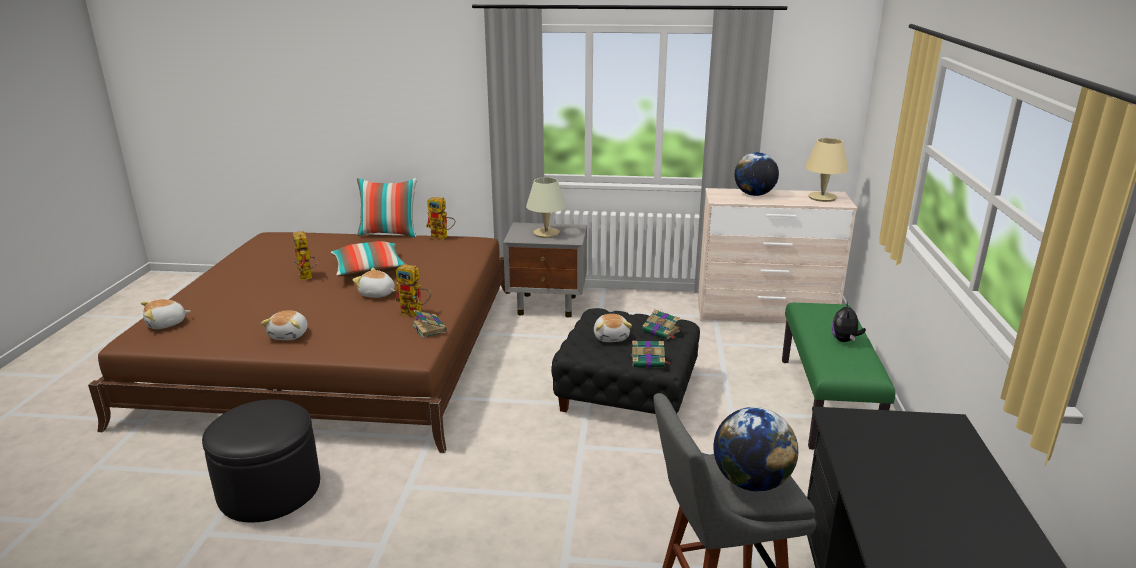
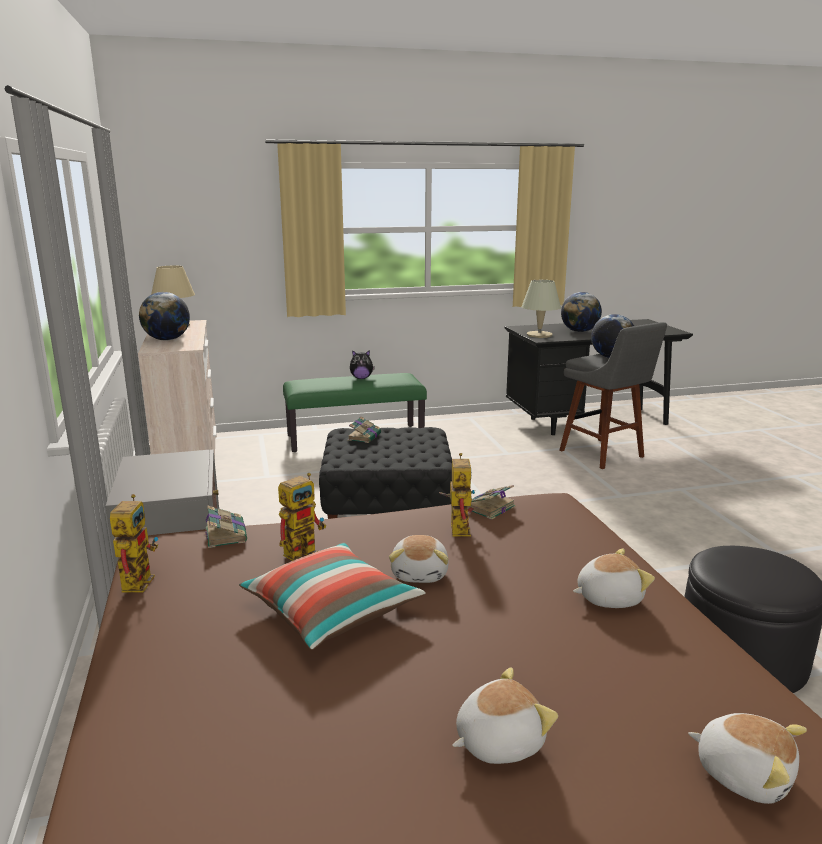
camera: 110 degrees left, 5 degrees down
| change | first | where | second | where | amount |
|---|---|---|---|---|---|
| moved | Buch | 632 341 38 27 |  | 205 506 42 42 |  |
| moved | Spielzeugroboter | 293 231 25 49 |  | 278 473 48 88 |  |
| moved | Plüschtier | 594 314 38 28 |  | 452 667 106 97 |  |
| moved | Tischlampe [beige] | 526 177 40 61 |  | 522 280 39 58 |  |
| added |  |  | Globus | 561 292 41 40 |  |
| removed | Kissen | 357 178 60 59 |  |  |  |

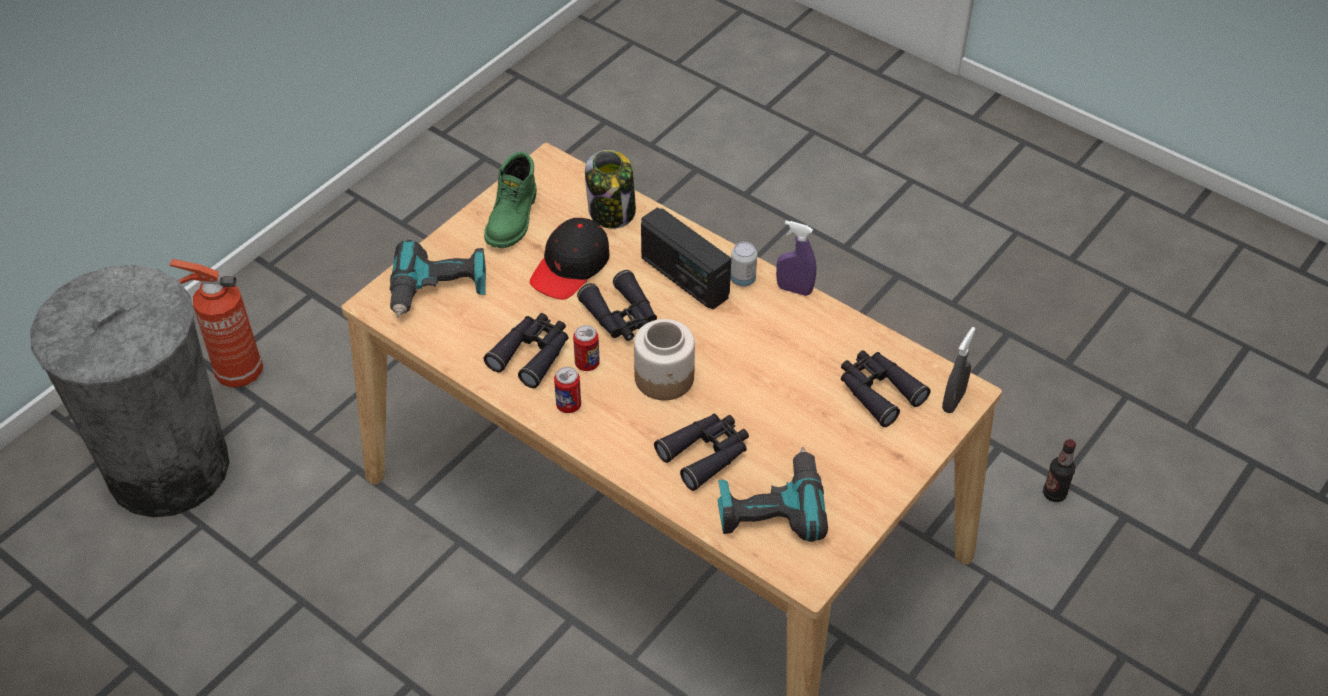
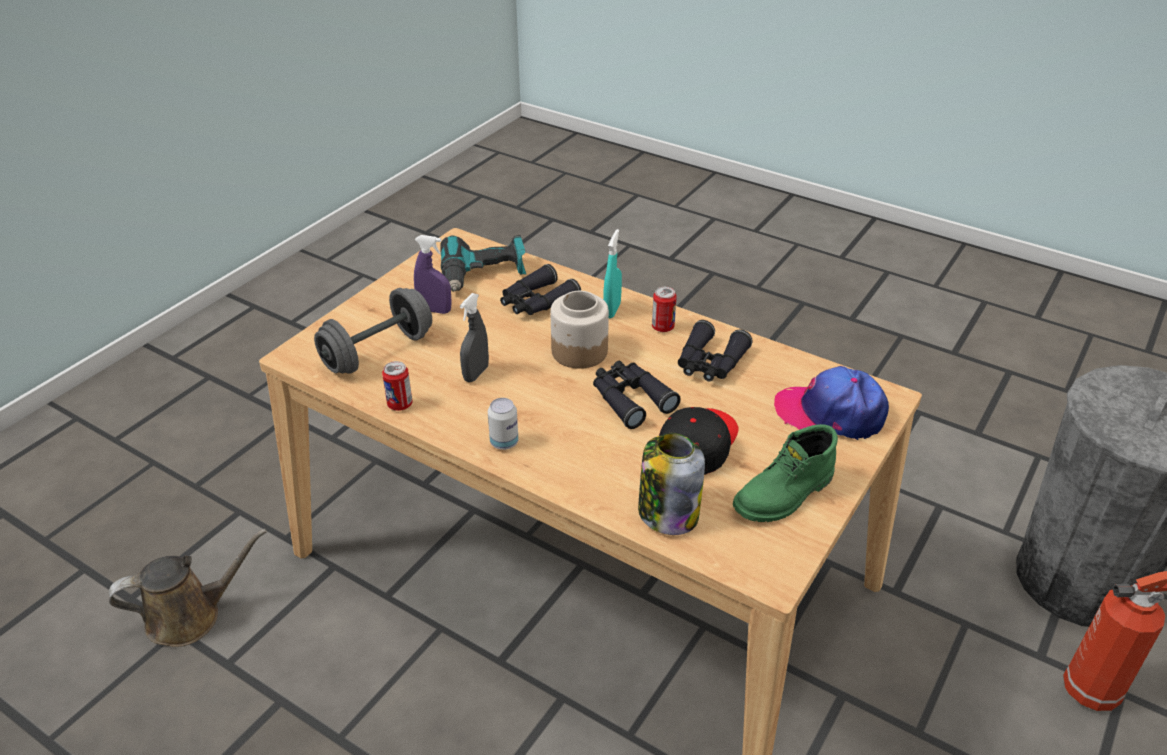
camera: 175 degrees right, 10 degrees down
| change | first | where | second | where | amount |
|---|---|---|---|---|---|
| replaced | Flasche | 1043 439 33 63 | Gießkanne [braun] | 109 529 158 118 |  |
| replaced | Fernglas [schwarz] | 841 350 90 77 | Hantel [grau] | 314 288 118 86 |  |
| moved | Dose | 573 325 27 46 |  | 382 361 31 50 |  |
| moved | Sprühflasche [lila] | 776 221 40 75 |  | 414 235 38 79 |  |
| moved | Sprühflasche [grau] | 942 327 34 86 |  | 460 293 29 89 |  |
| added |  |  | Sprühflasche [türkis] | 603 229 19 89 |  |
| turned | Stiefel [grün] | 484 152 52 96 |  | 733 424 105 98 | 135 degrees counterclockwise |
| replaced | Bohrmaschine | 390 240 96 78 | Kappe | 774 366 115 74 |  |
| removed | Radio | 641 207 90 103 |  |  |  |

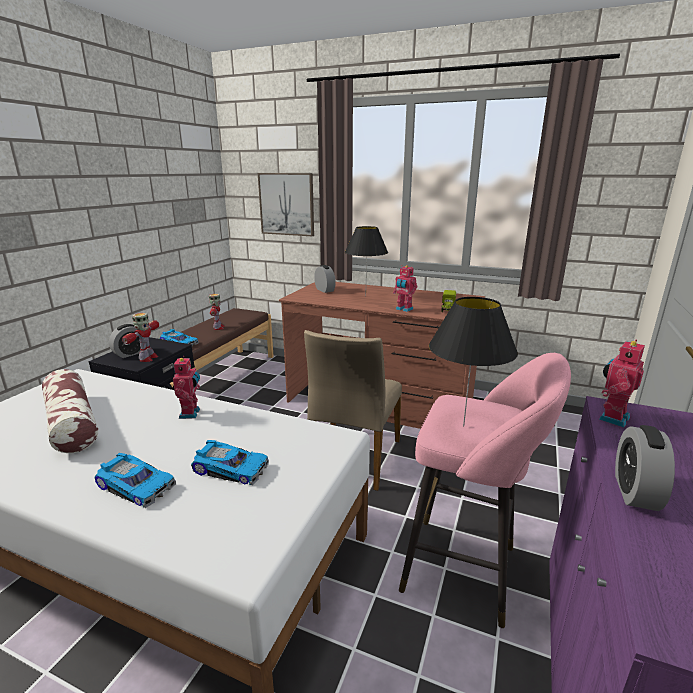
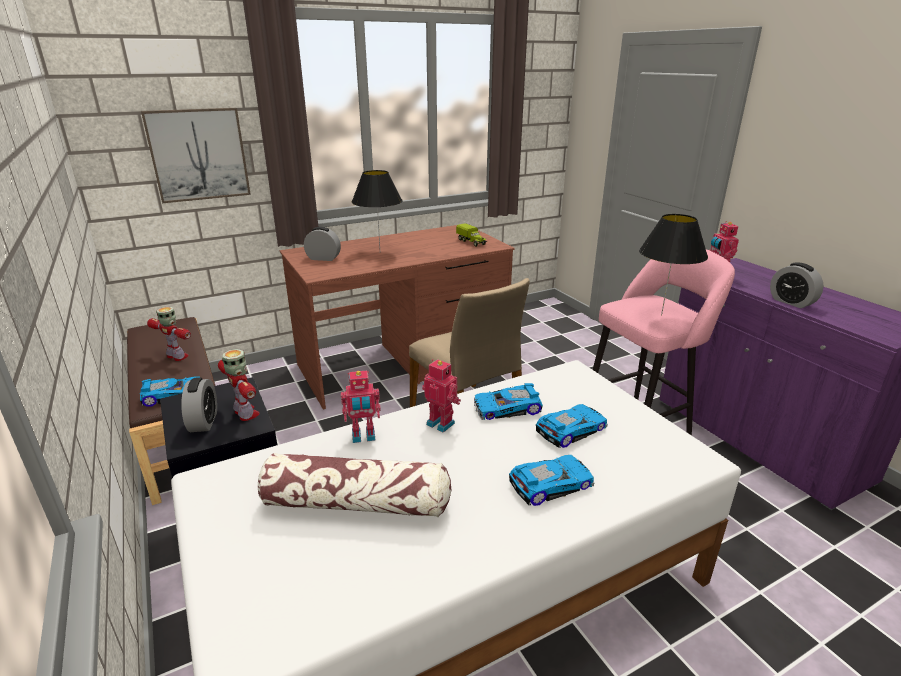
camera: 50 degrees left, 5 degrees up
| change | first | where | second | where | amount |
|---|---|---|---|---|---|
| moved | Spielzeugroboter | 393 265 24 47 |  | 341 371 40 72 |  |
| added |  |  | Spielzeugauto | 474 383 69 37 |  |

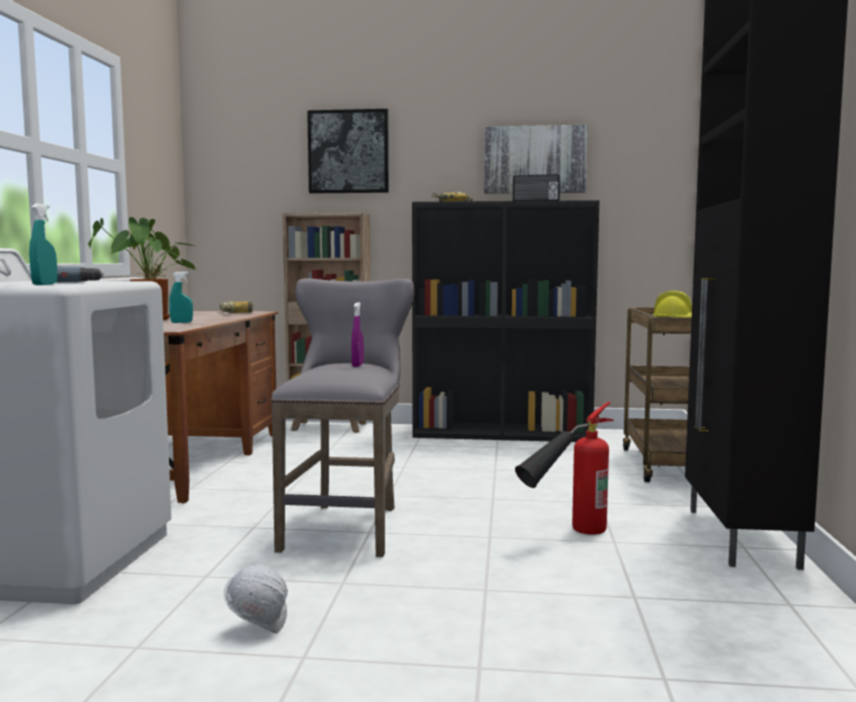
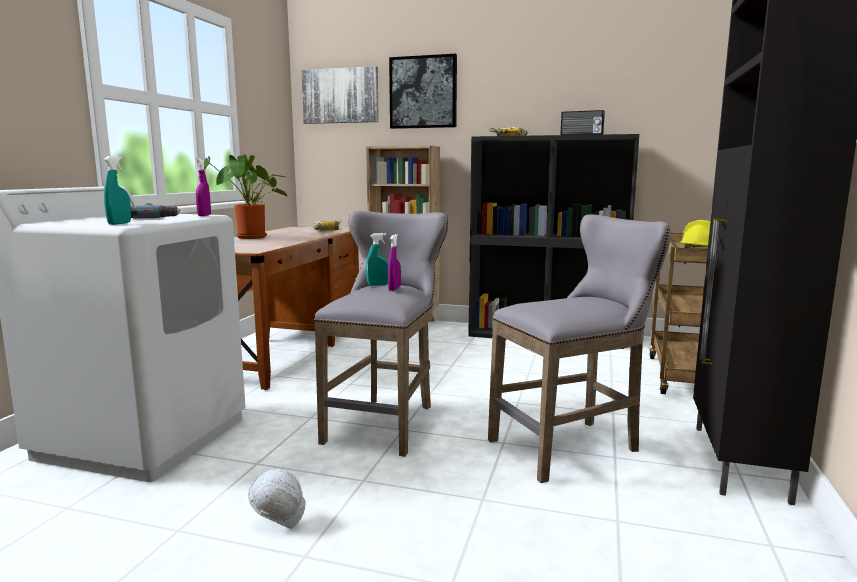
camera: 10 degrees right, 5 degrees up
| change | first | where | second | where | amount |
|---|---|---|---|---|---|
| added |  |  | Sprühflasche [lila] | 195 158 16 58 |  |
| moved | Bild | 484 125 104 69 |  | 301 66 78 58 |  |
| moved | Sprühflasche [türkis] | 169 272 24 51 |  | 366 233 22 53 |  |
| replaced | Feuerlöscher | 515 402 99 133 | Hocker [grau] | 488 214 183 269 |  |

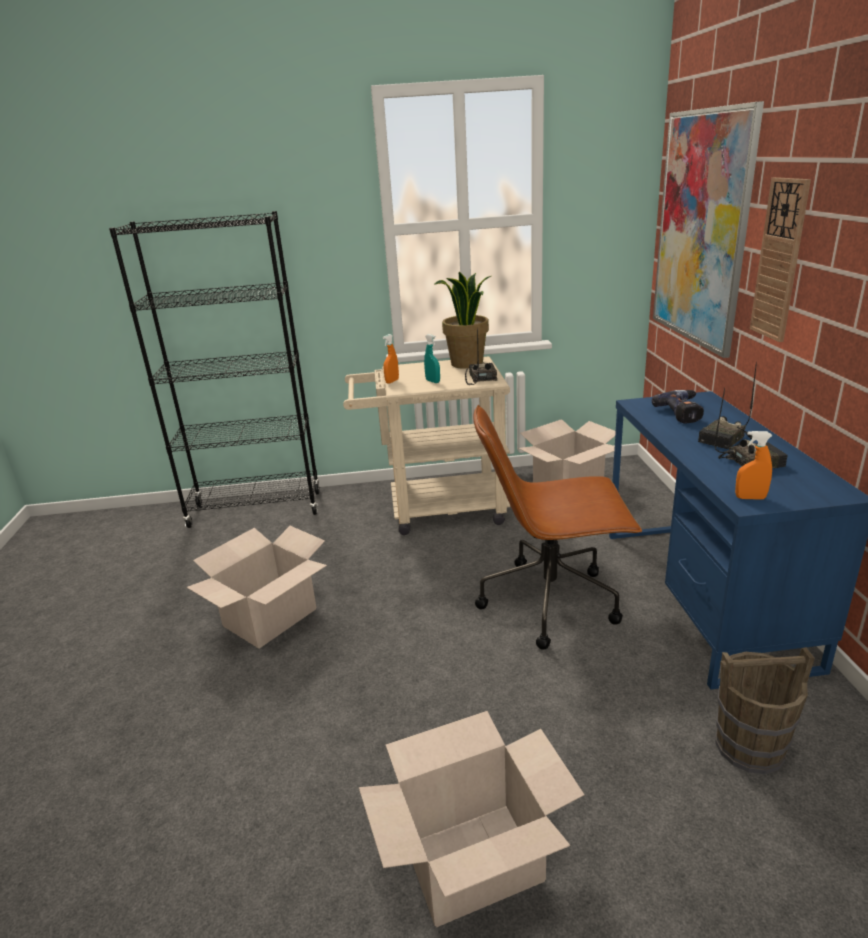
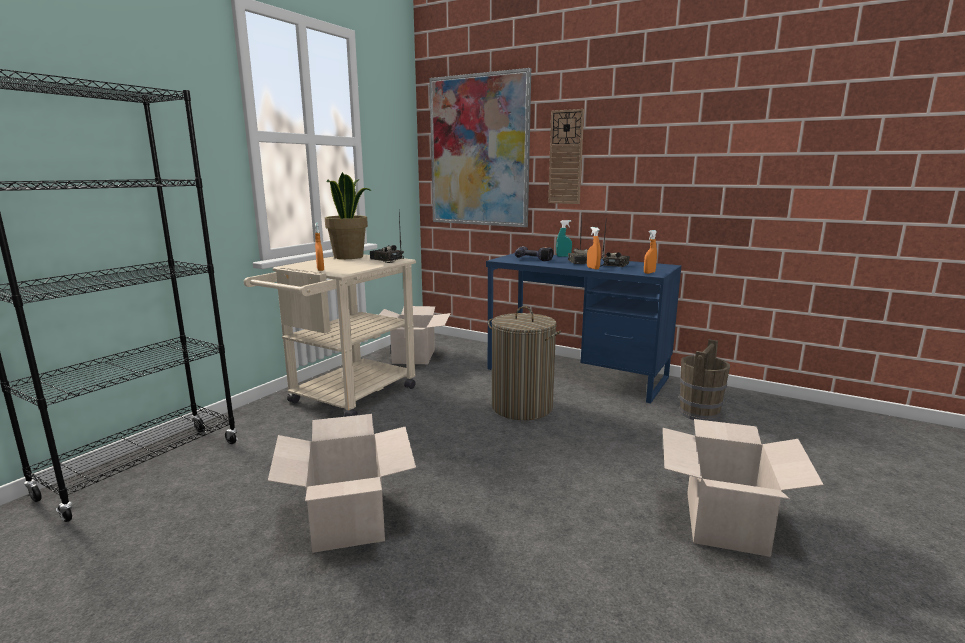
camera: 55 degrees left, 10 degrees down
| change | first | where | second | where | amount |
|---|---|---|---|---|---|
| replaced | Bürostuhl [braun] | 473 405 169 245 | Wäschekorb | 488 306 73 114 |  |
| moved | Sprühflasche [türkis] | 424 334 16 49 |  | 556 220 16 37 |  |
| added |  |  | Sprühflasche [orange] | 587 227 14 43 |  |

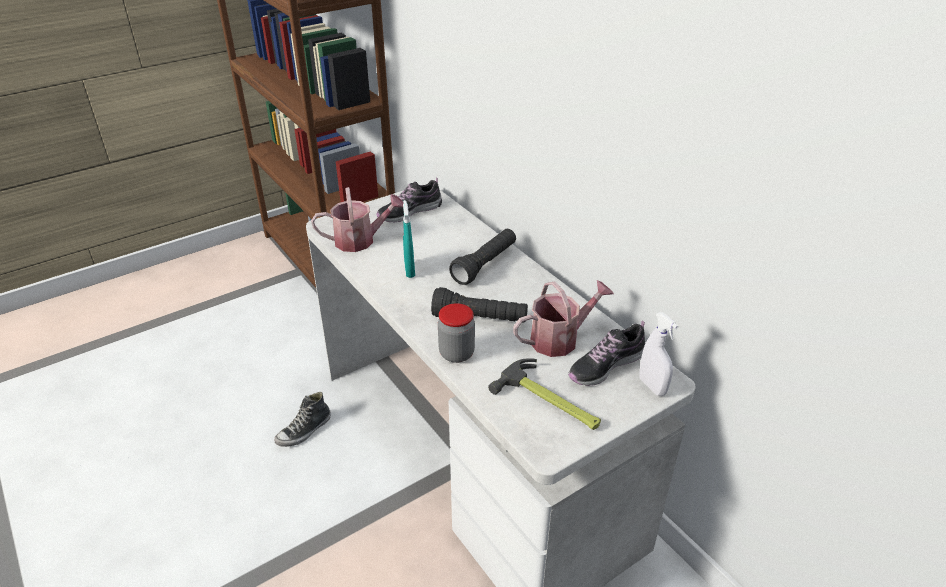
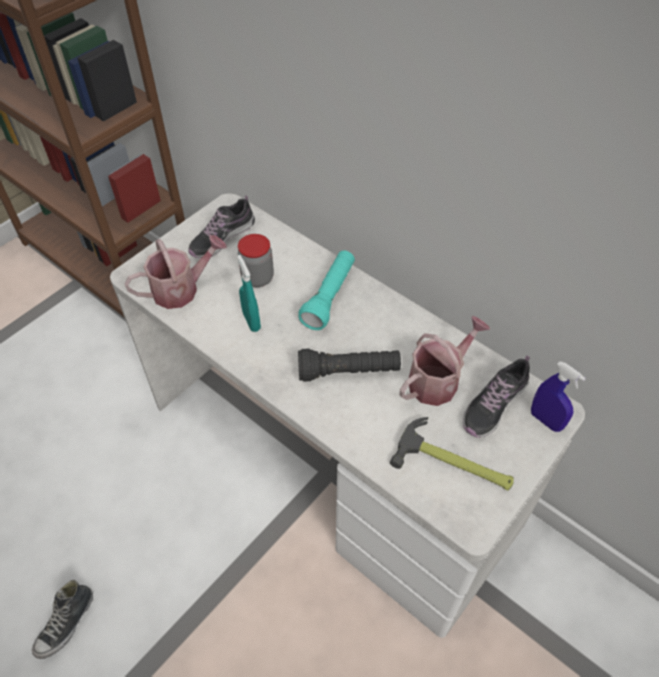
camera: 15 degrees left, 15 degrees up
| change | first | where | second | where | amount |
|---|---|---|---|---|---|
| moved | Schuh | 274 392 57 55 |  | 32 580 61 79 |  |
| moved | Vorratsglas | 438 303 37 60 |  | 238 234 36 53 |  |
| recoloured | Taschenlampe [schwarz] | 449 229 67 56 | Taschenlampe [türkis] | 298 250 57 80 |  |
| recoloured | Sprühflasche [weiß] | 639 312 40 84 | Sprühflasche [blau] | 531 361 55 71 |  |

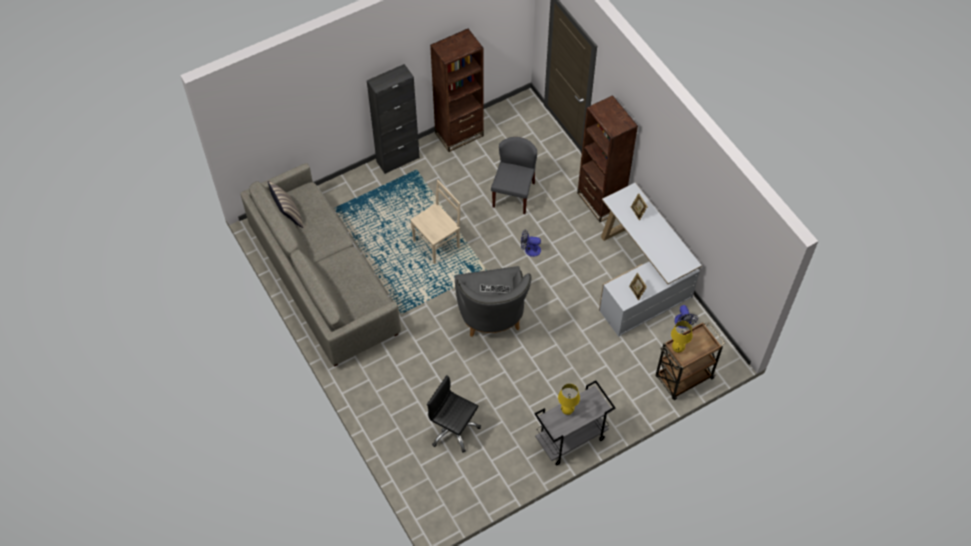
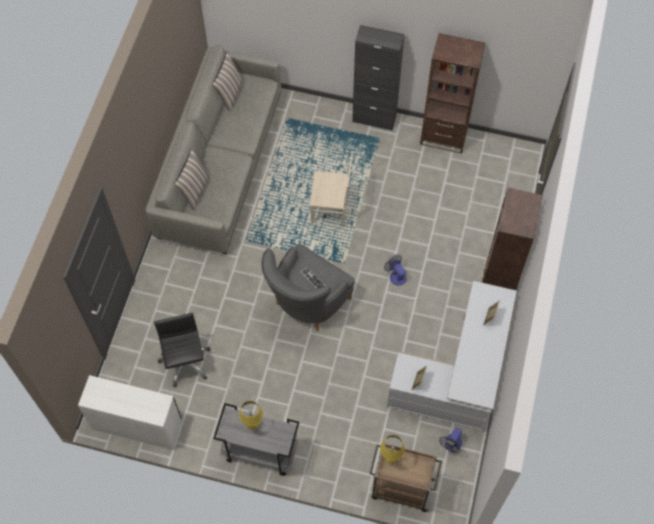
camera: 45 degrees right, 5 degrees up
| change | first | where | second | where | amount |
|---|---|---|---|---|---|
| added |  |  | Schreibtisch [weiß] | 78 375 104 75 |  |
| added |  |  | Kissen | 174 148 36 62 |  |
| removed | Stuhl [grau] | 491 137 46 77 |  |  |  |

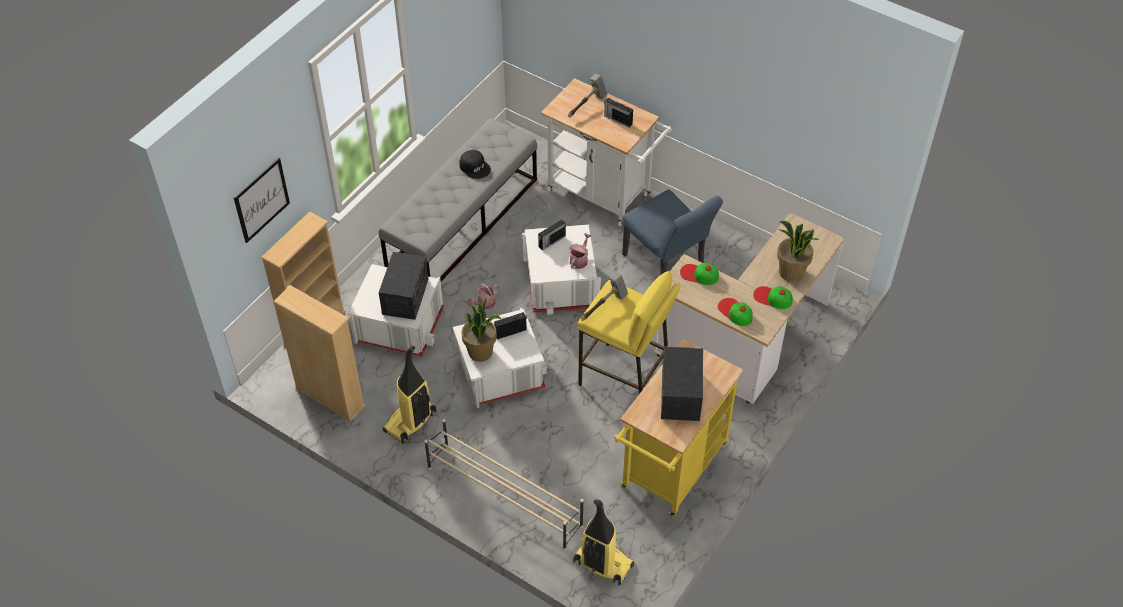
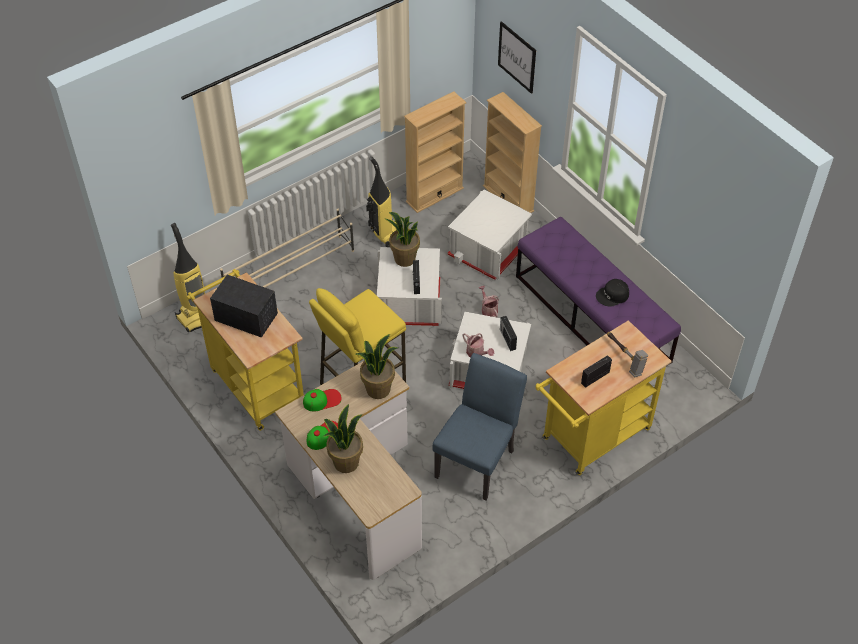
camera: 110 degrees right, 0 degrees up
| change | first | where | second | where | amount |
|---|---|---|---|---|---|
| replaced | Kappe | 680 263 39 22 | Topfpflanze | 355 334 43 65 |  |
| turned | Stuhl [blau] | 622 189 101 86 |  | 433 353 94 148 | 135 degrees clockwise |
| recoloured | Bank [grau] | 379 118 158 163 | Bank [lila] | 516 217 165 149 |  |
| recoloured | Rollwagen [weiß] | 541 78 131 148 | Rollwagen [gelb] | 535 320 137 155 |  |
| removed | Radio | 379 252 50 68 |  |  |  |
| removed | Hammer | 581 272 47 49 |  |  |  |

